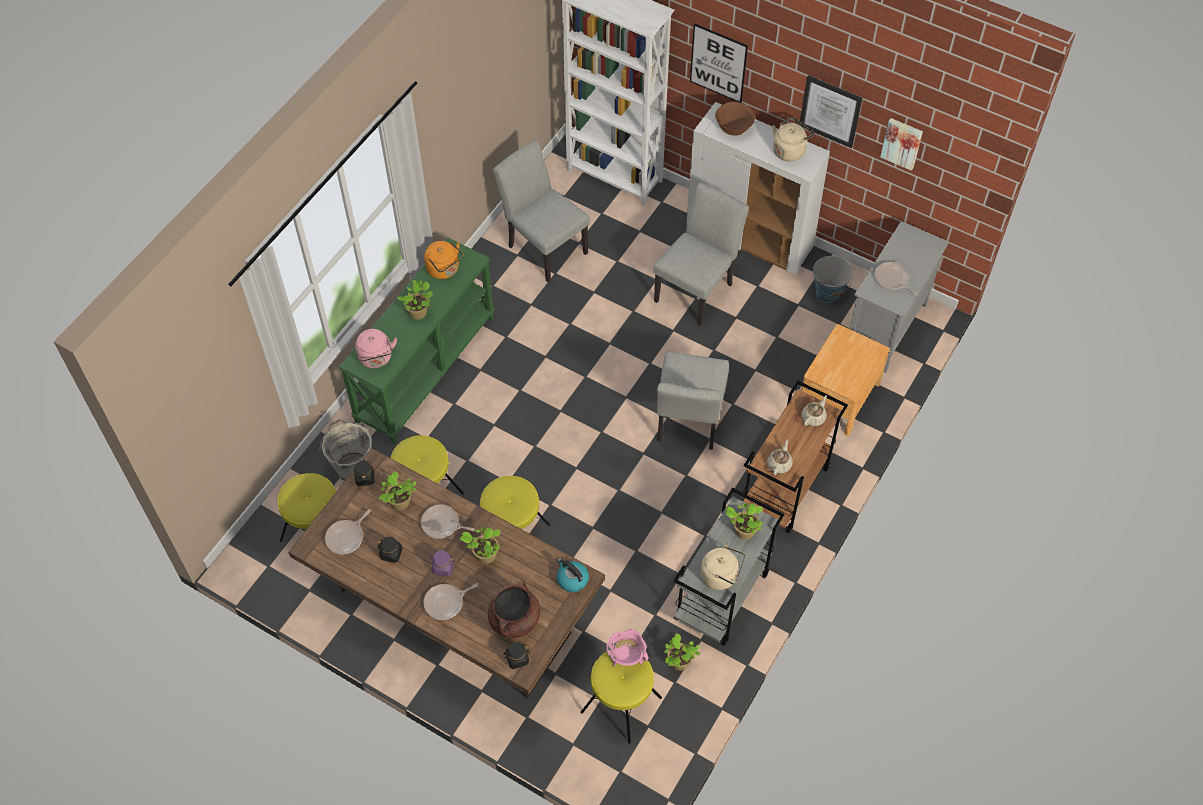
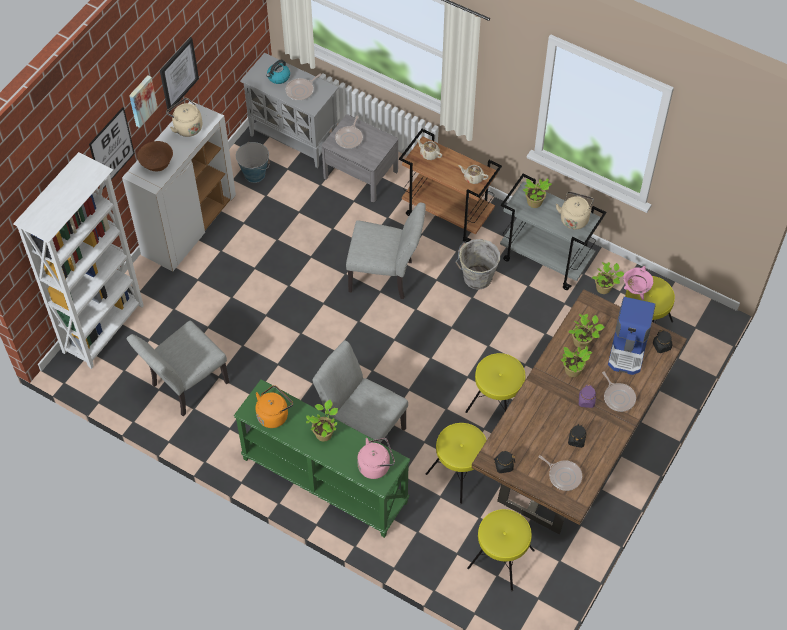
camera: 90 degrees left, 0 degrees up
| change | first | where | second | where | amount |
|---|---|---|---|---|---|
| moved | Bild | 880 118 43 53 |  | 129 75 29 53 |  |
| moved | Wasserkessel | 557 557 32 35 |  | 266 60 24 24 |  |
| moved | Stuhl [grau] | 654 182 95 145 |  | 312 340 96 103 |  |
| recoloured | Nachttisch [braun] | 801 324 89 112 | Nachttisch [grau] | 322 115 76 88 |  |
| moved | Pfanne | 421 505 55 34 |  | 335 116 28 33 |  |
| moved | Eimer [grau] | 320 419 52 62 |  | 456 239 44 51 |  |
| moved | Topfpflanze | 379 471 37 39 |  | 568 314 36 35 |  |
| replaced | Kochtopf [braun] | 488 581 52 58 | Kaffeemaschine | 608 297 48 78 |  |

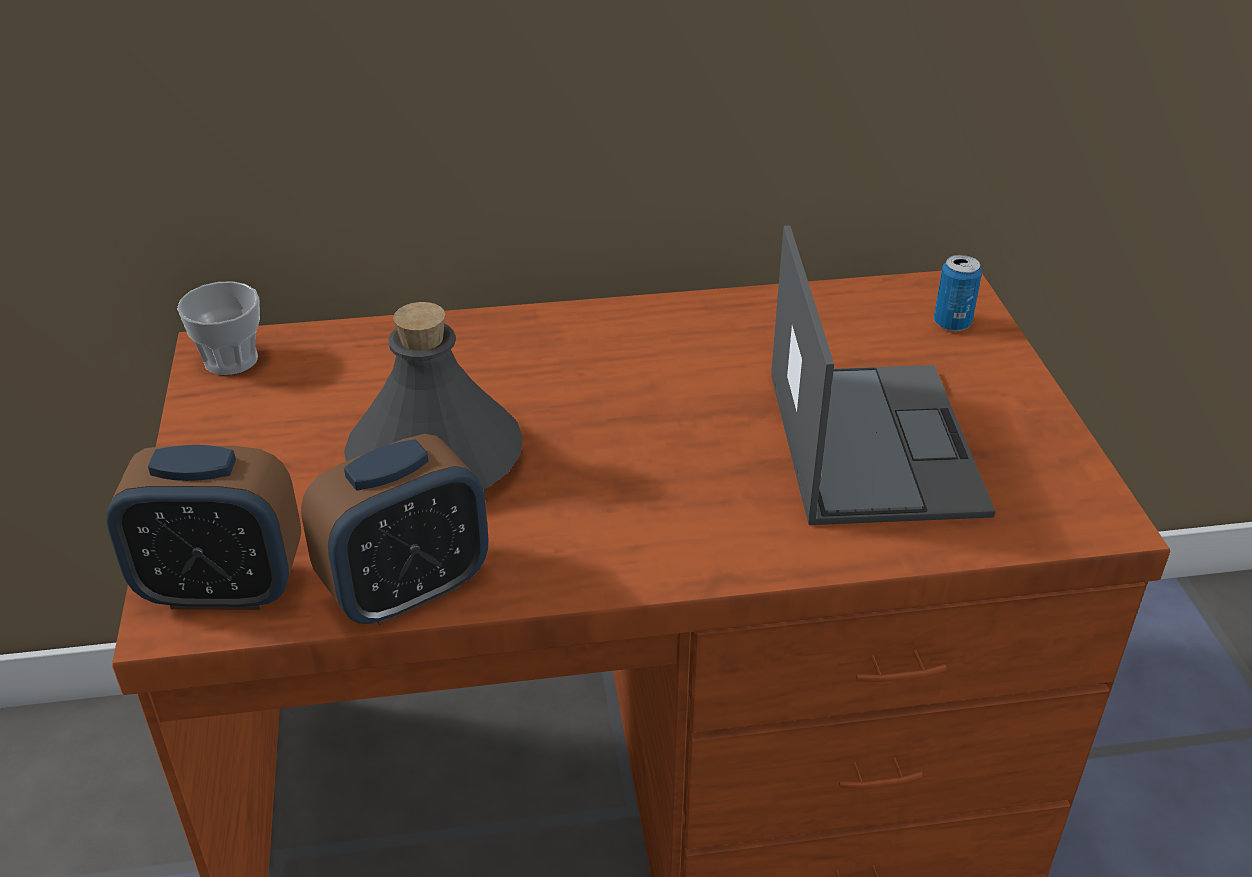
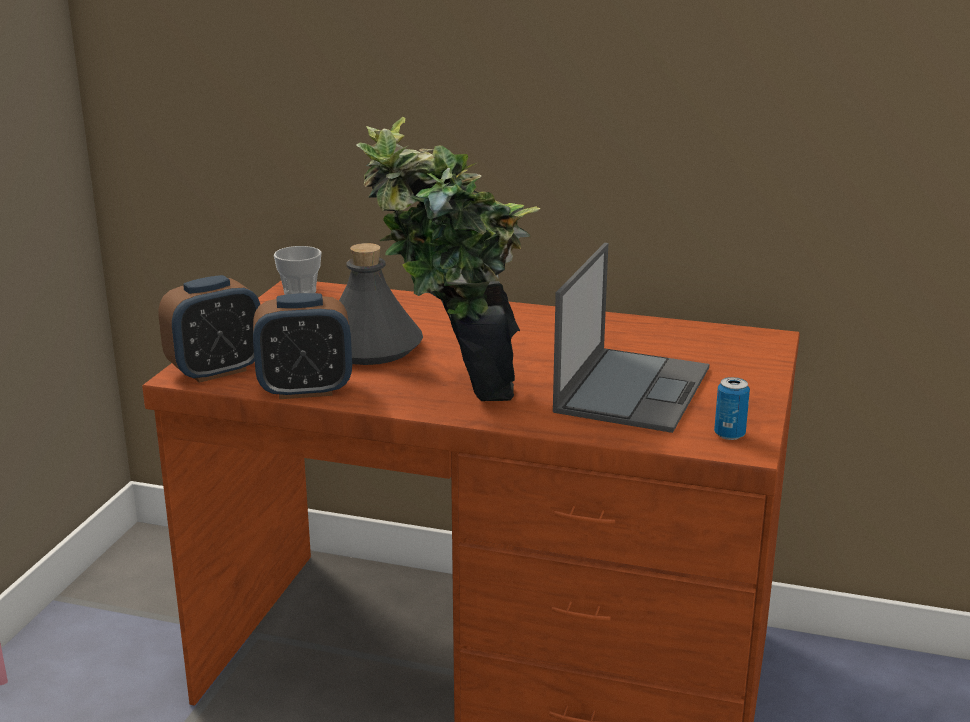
camera: 25 degrees right, 15 degrees down
| change | first | where | second | where | amount |
|---|---|---|---|---|---|
| turned | Wecker | 106 445 195 165 |  | 158 275 102 108 | 60 degrees counterclockwise |
| added |  |  | Topfpflanze | 357 117 183 284 |  |
| moved | Dose | 934 255 48 77 |  | 714 377 36 63 |  |

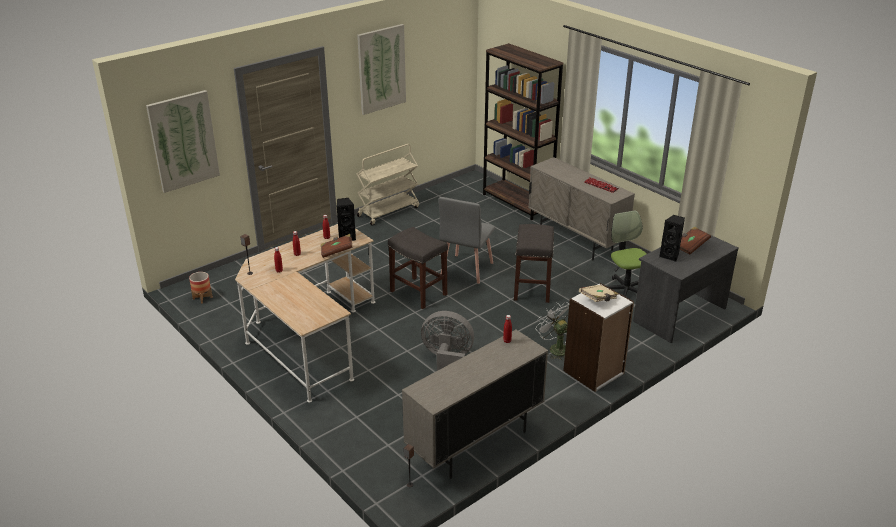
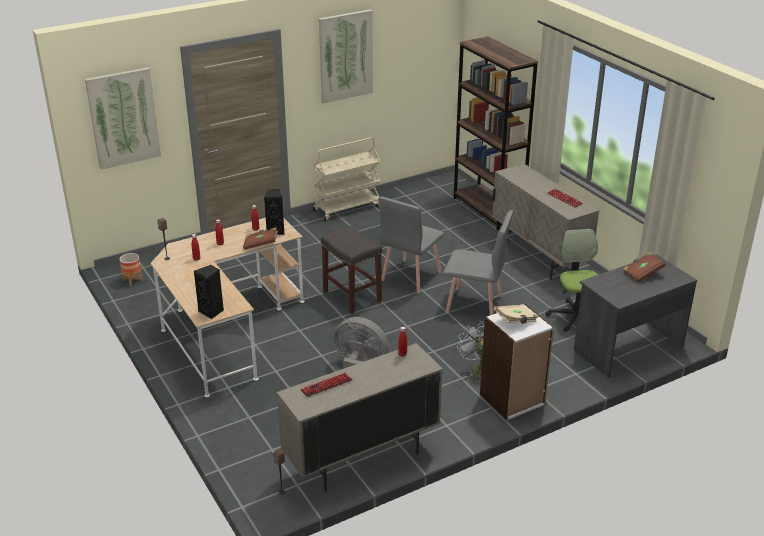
camera: 10 degrees right, 0 degrees up
| change | first | where | second | where | amount |
|---|---|---|---|---|---|
| moved | Lautsprecher [schwarz] | 659 215 26 47 |  | 194 265 30 54 |  |
| added |  |  | Tastatur | 301 373 51 24 |  |
| replaced | Hocker [grau] | 514 224 40 79 | Stuhl [grau] | 443 210 70 105 |  |

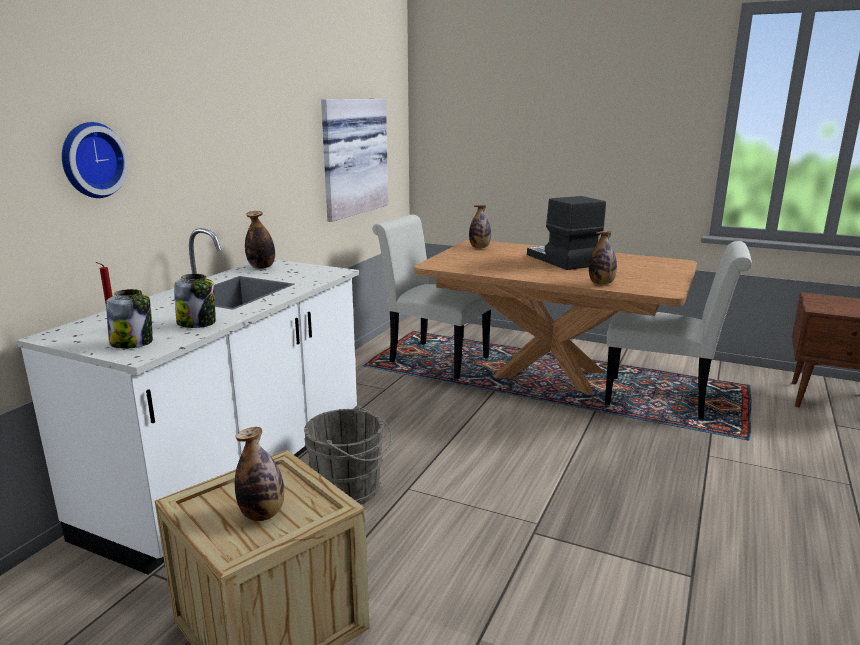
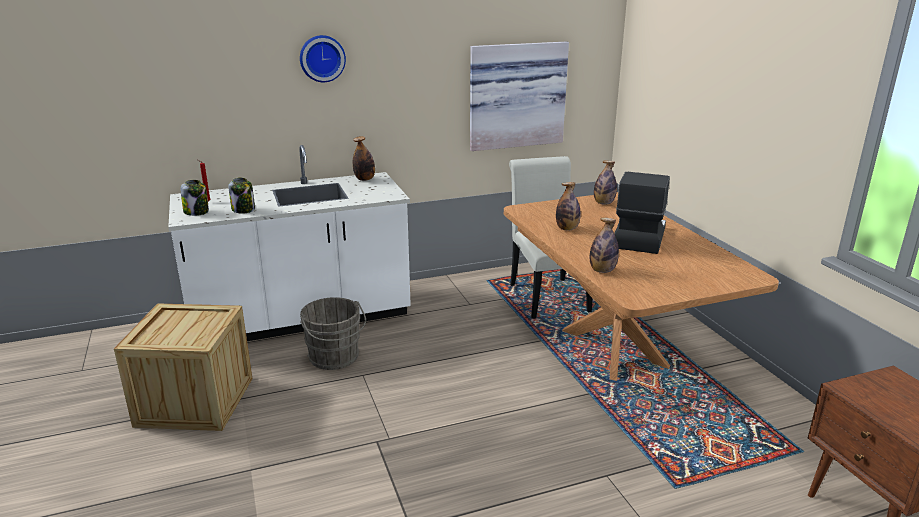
camera: 45 degrees right, 5 degrees up
| change | first | where | second | where | amount |
|---|---|---|---|---|---|
| moved | Wanduhr | 62 122 67 76 |  | 300 35 46 47 |  |
| moved | Flasche | 235 427 49 94 |  | 556 182 25 49 |  |
| removed | Stuhl [weiß] | 605 241 147 179 |  |  |  |

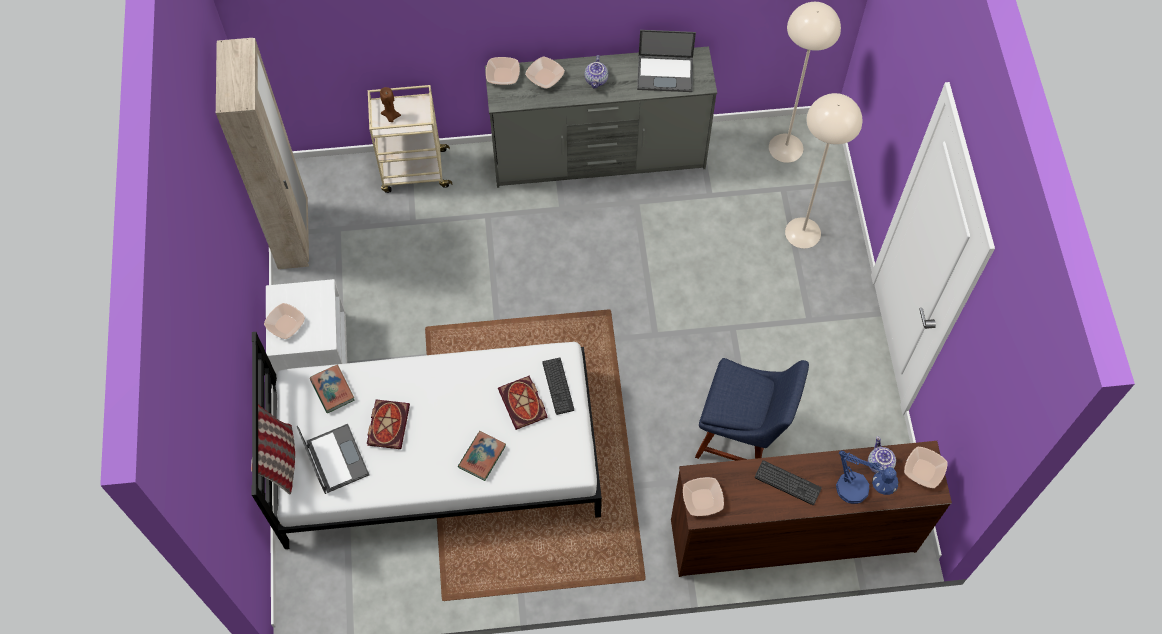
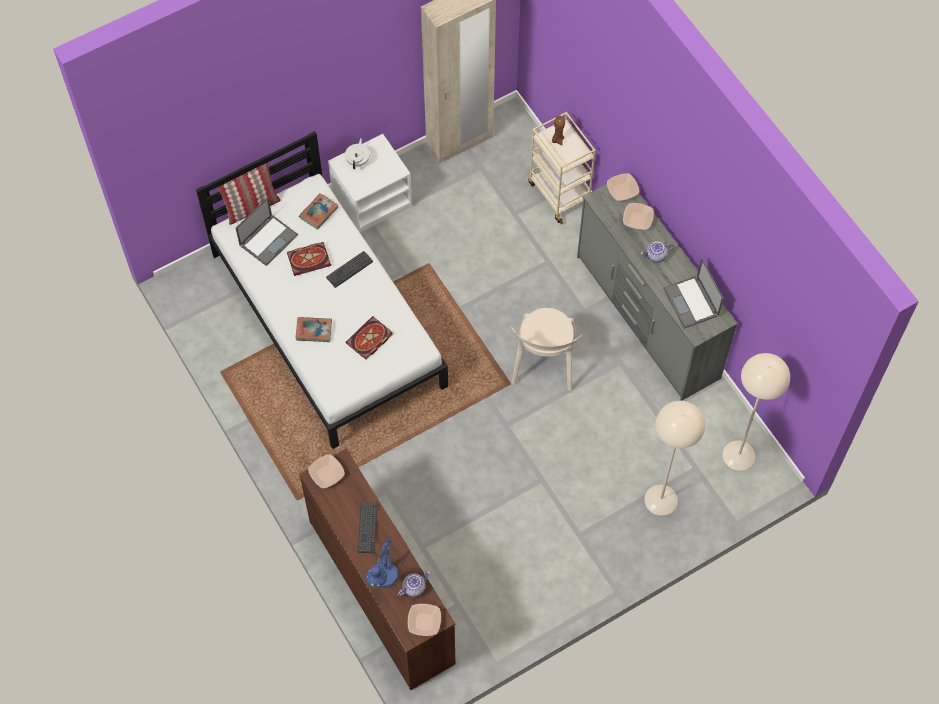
camera: 65 degrees right, 0 degrees up
| change | first | where | second | where | amount |
|---|---|---|---|---|---|
| moved | Tastatur | 542 357 32 58 |  | 326 251 47 37 |  |
| replaced | Schüssel | 264 303 41 36 | Teekanne [weiß] | 345 138 25 31 |  |
| added |  |  | Stuhl [beige] | 511 308 71 83 |  |
| removed | Stuhl [blau] | 695 358 114 103 |  |  |  |

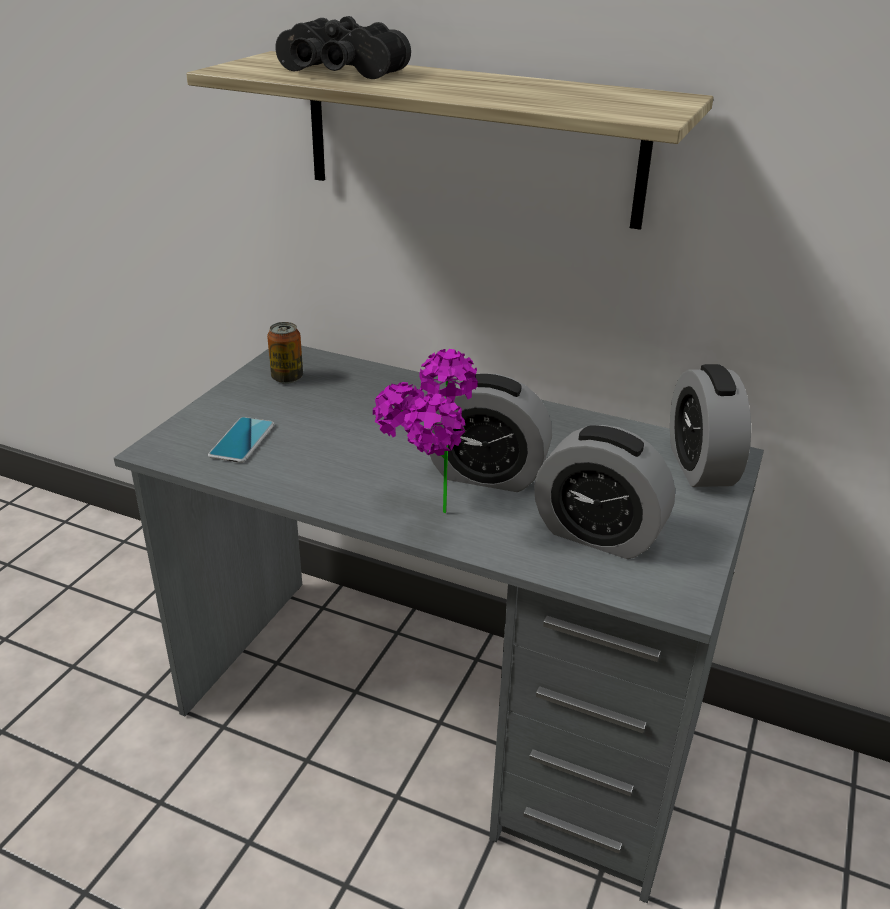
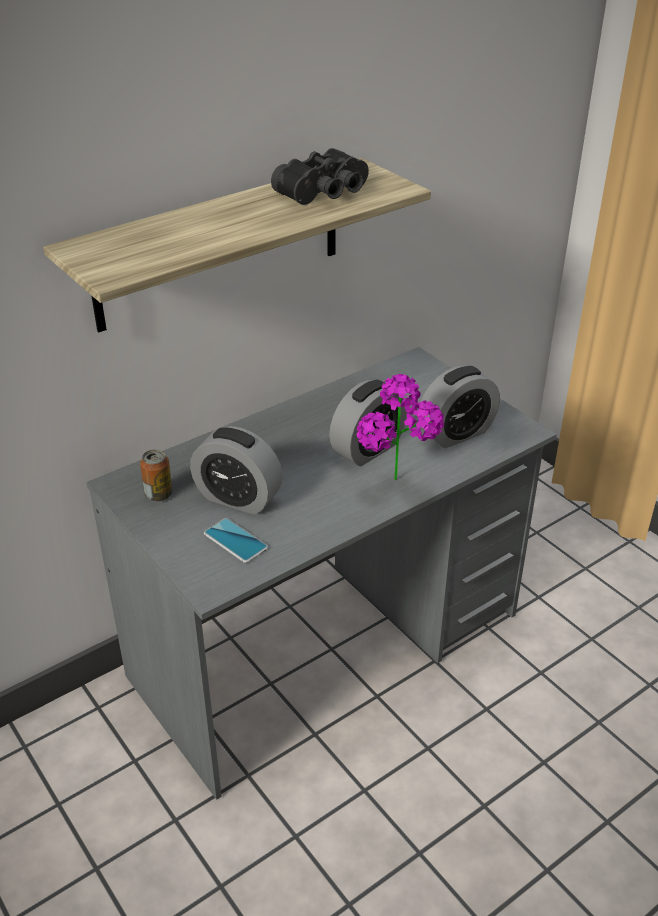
camera: 60 degrees left, 5 degrees up
| change | first | where | second | where | amount |
|---|---|---|---|---|---|
| moved | Wecker | 670 364 81 123 |  | 190 426 93 89 |  |
| moved | Fernglas [schwarz] | 275 16 136 63 |  | 271 148 98 57 |  |

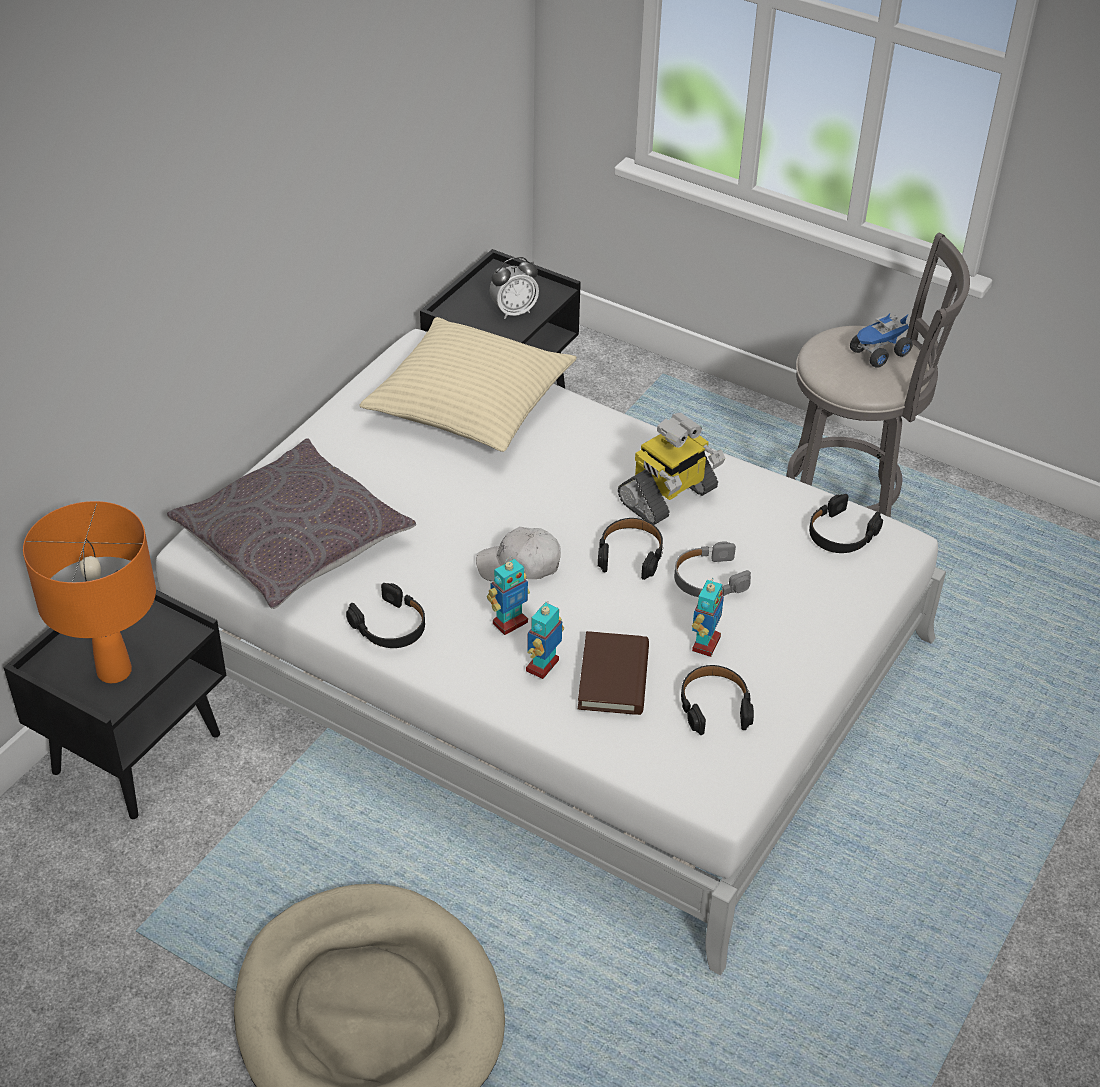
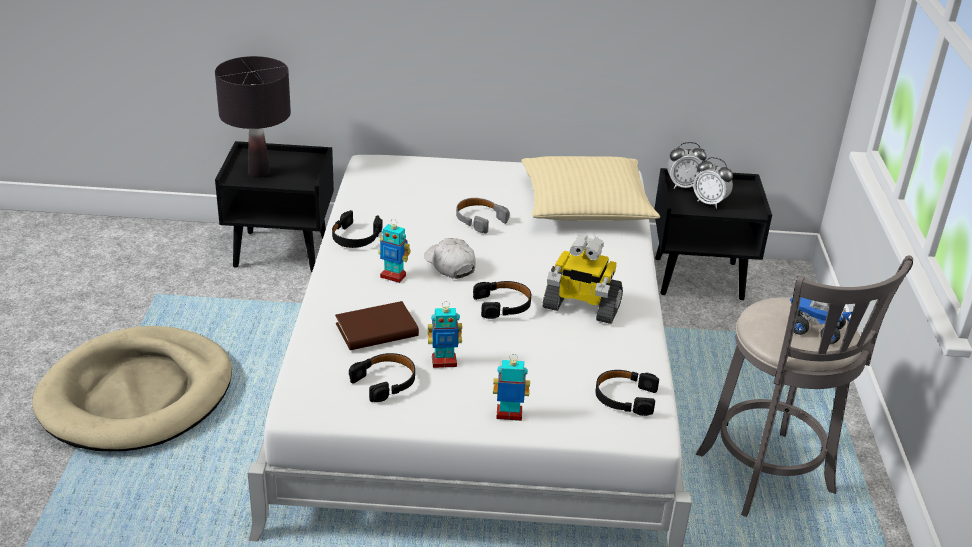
camera: 60 degrees right, 10 degrees down
| change | first | where | second | where | amount |
|---|---|---|---|---|---|
| recoloured | Tischlampe [orange] | 23 501 133 182 | Tischlampe [schwarz] | 215 56 76 122 |  |
| moved | Kopfhörer [grau] | 674 541 77 56 |  | 456 198 54 35 |  |
| moved | Spielzeugroboter | 526 601 38 78 |  | 493 354 37 67 |  |
| added |  |  | Wecker | 667 142 40 47 |  |
| removed | Kissen [grau] | 167 439 249 170 |  |  |  |

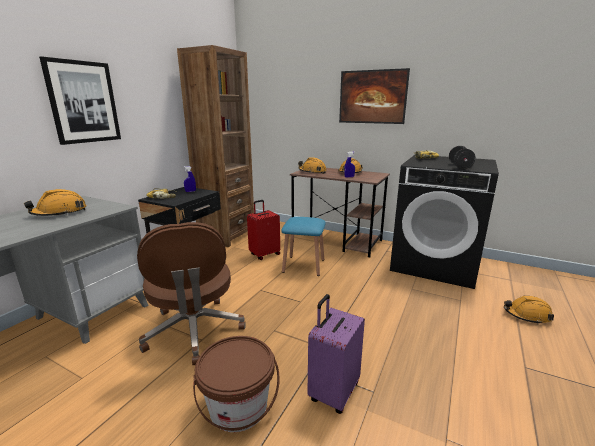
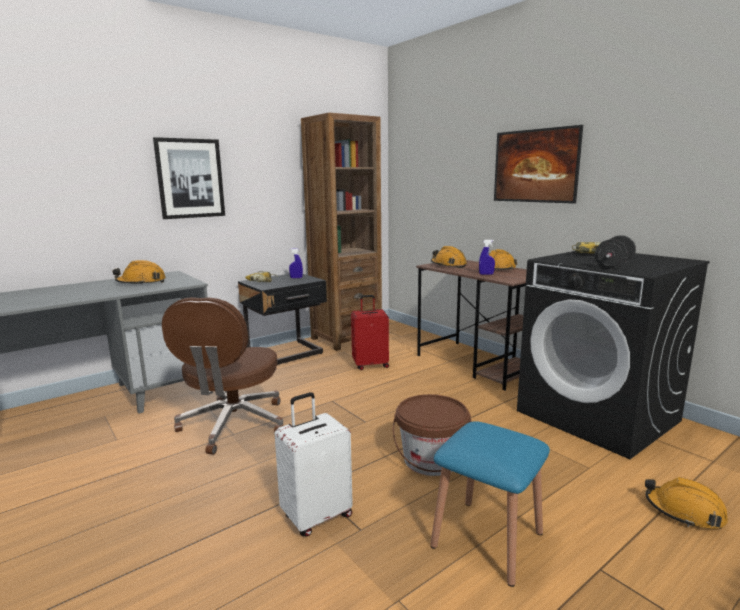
camera: 25 degrees right, 5 degrees down
| change | first | where | second | where | amount |
|---|---|---|---|---|---|
| recoloured | Koffer [lila] | 307 294 58 120 | Koffer [weiß] | 274 392 79 145 |  |
| moved | Eimer [braun] | 193 336 87 96 |  | 393 394 79 82 |  |
| moved | Hocker [blau] | 281 217 45 59 |  | 430 421 120 166 |  |

